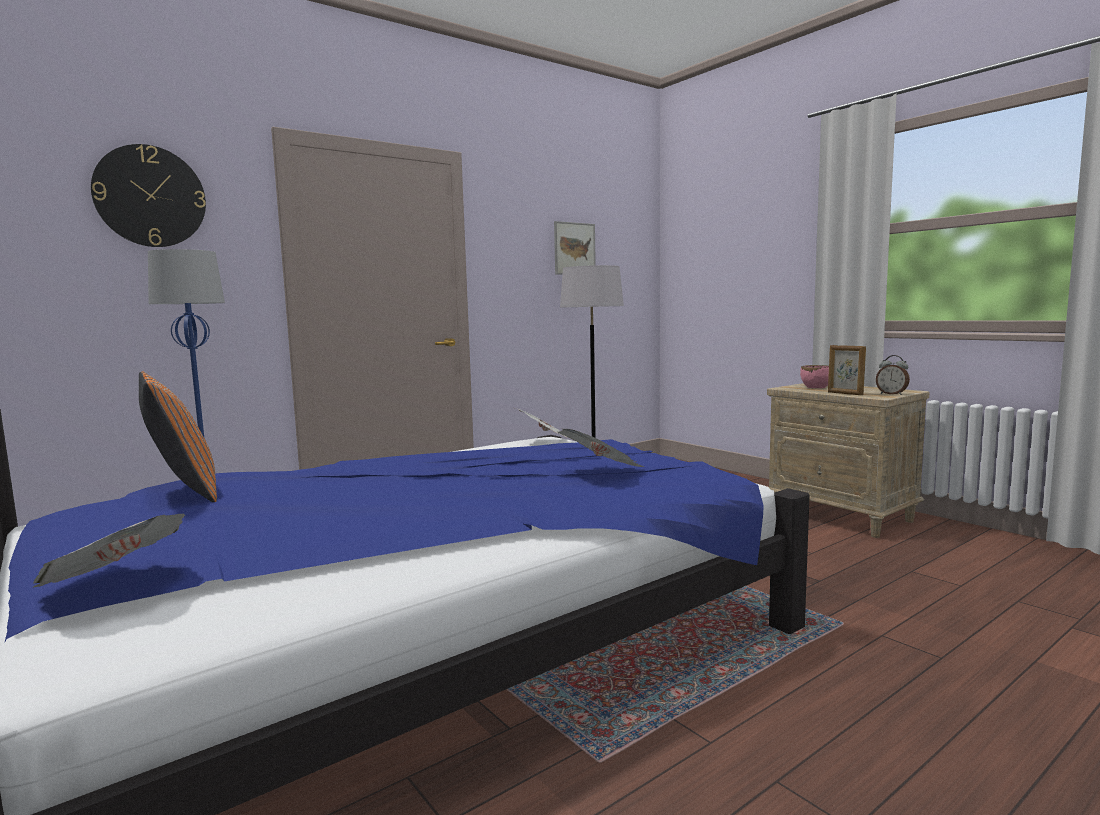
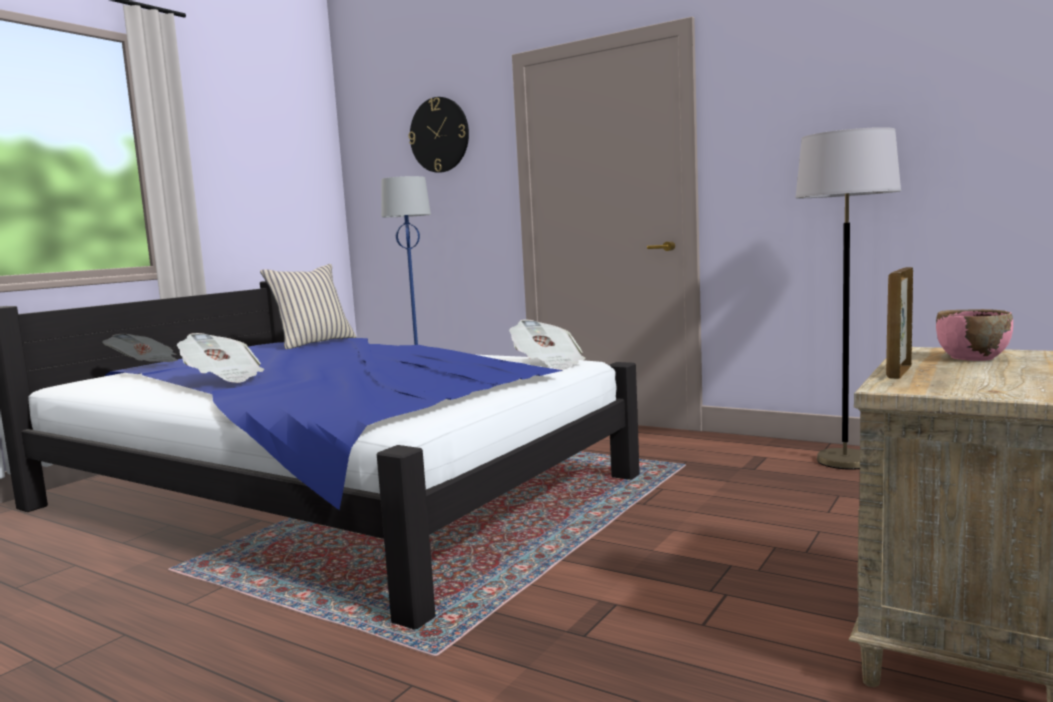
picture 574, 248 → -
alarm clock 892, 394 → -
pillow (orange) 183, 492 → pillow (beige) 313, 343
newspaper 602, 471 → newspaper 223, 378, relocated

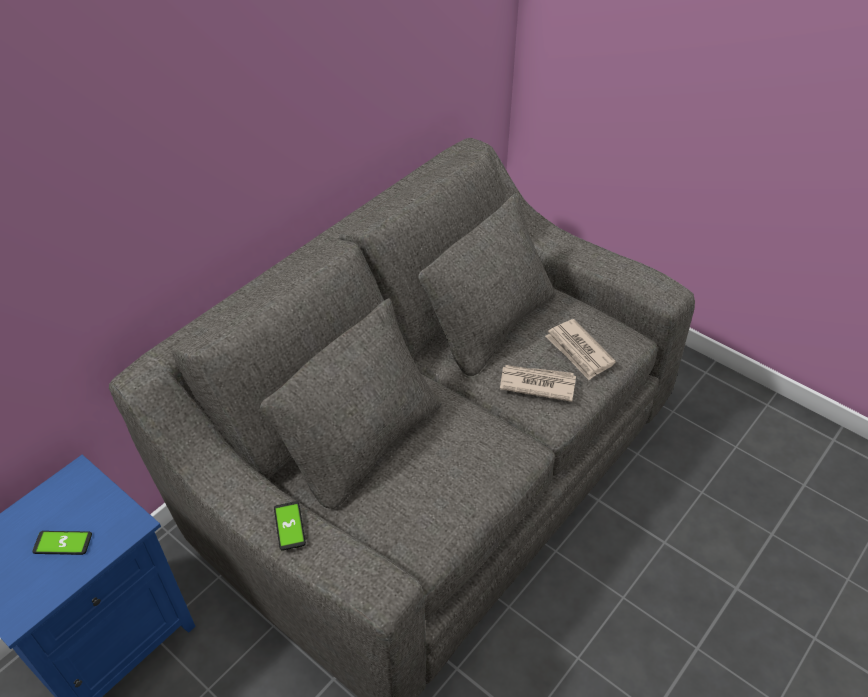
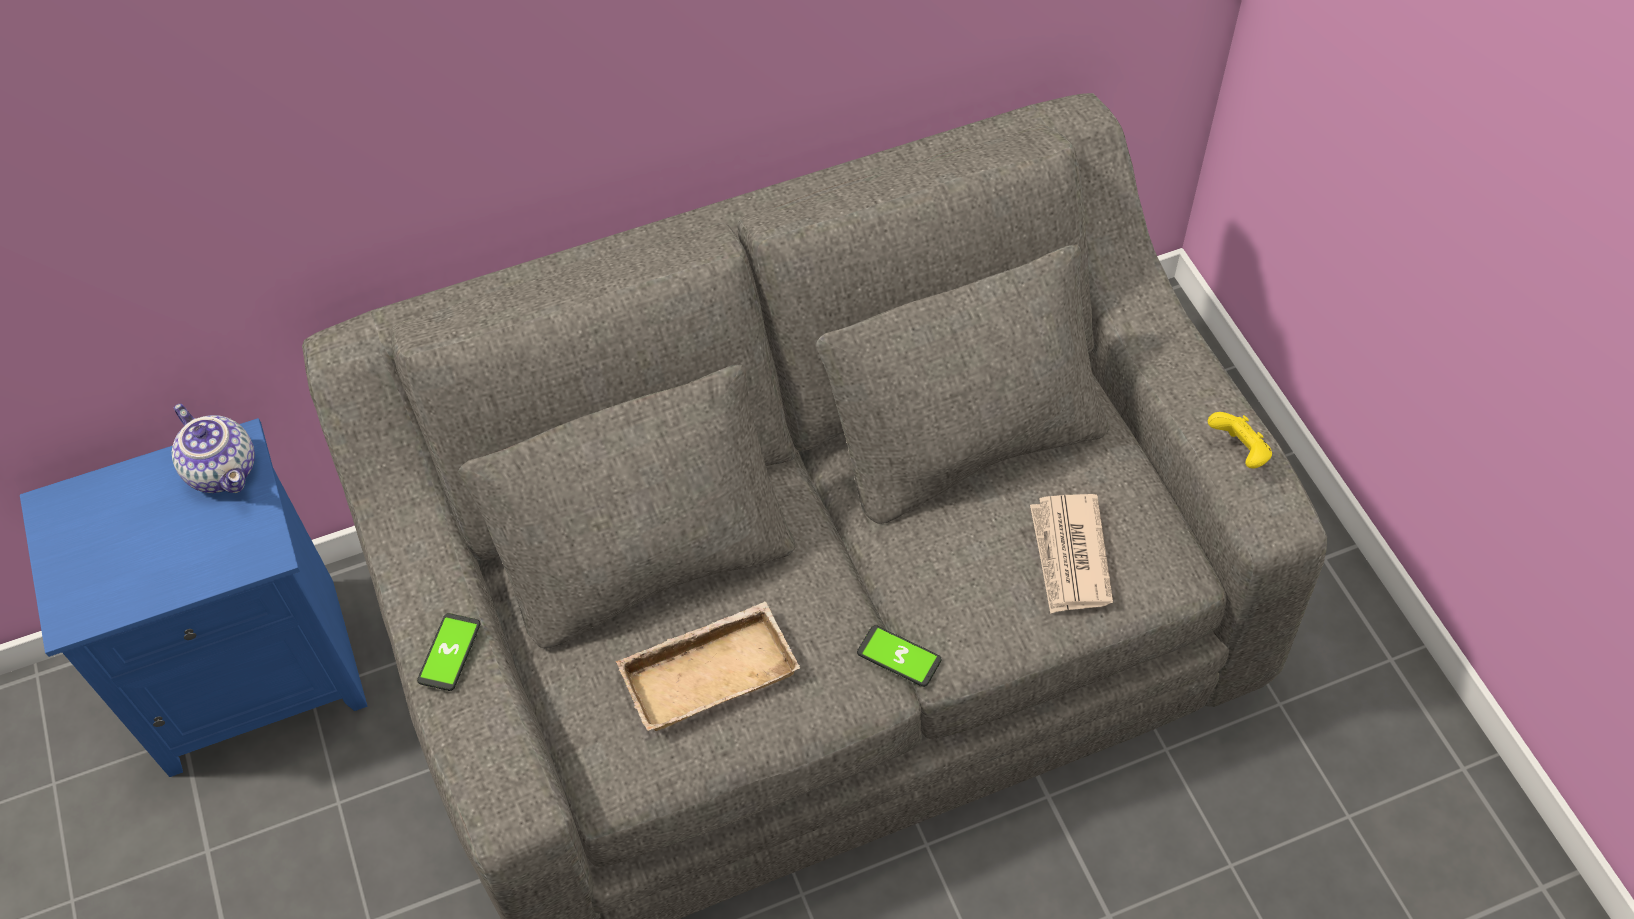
newspaper 536, 384 → -
phone 62, 543 → phone 899, 656, relocated
- → teapot 225, 470
- → game controller (yellow) 1239, 452
- → tray (beige) 710, 670

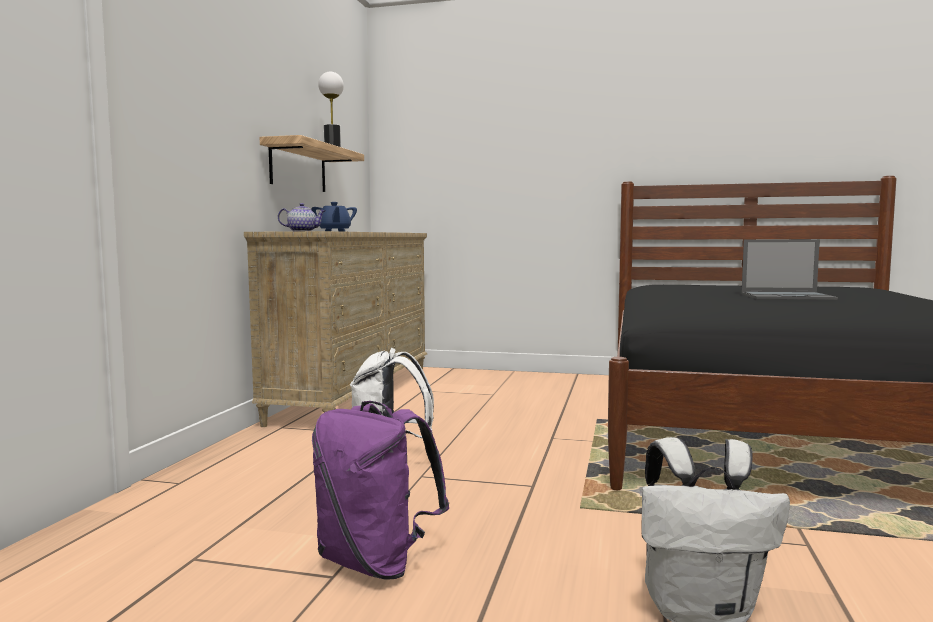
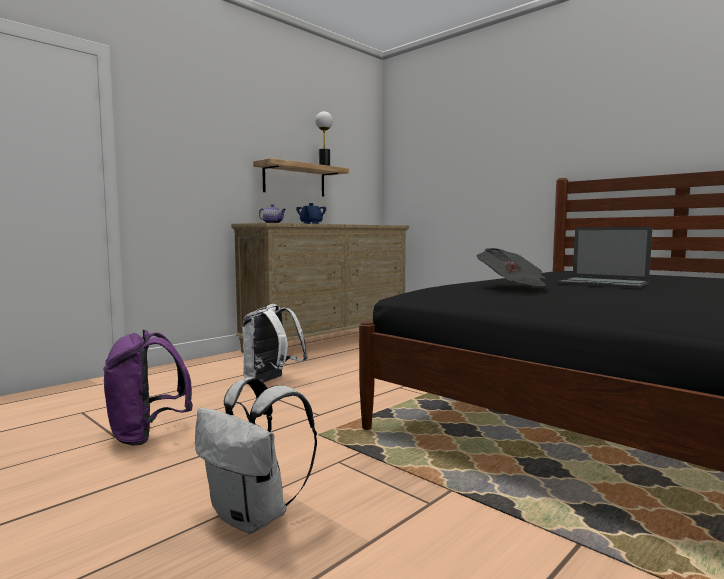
- → newspaper 513, 287

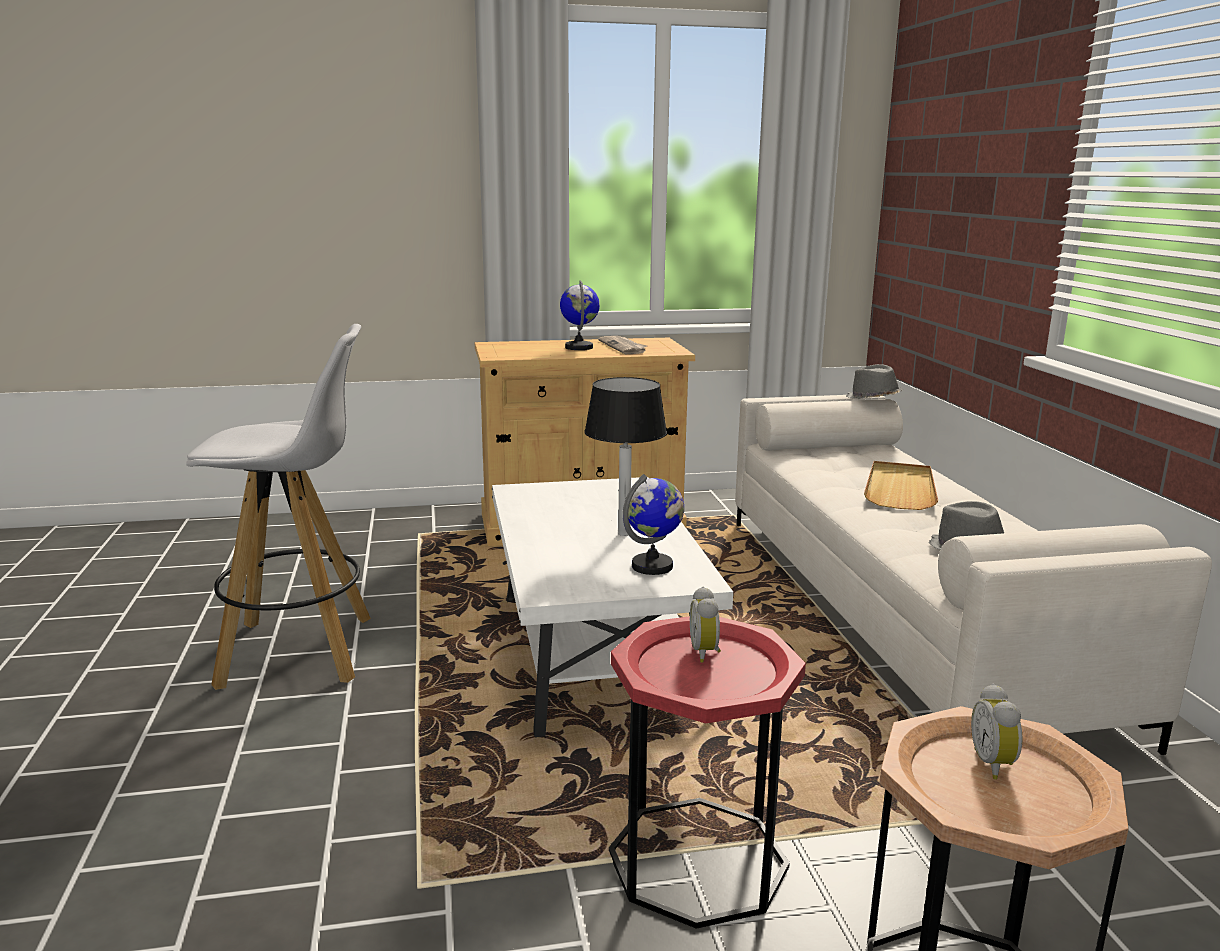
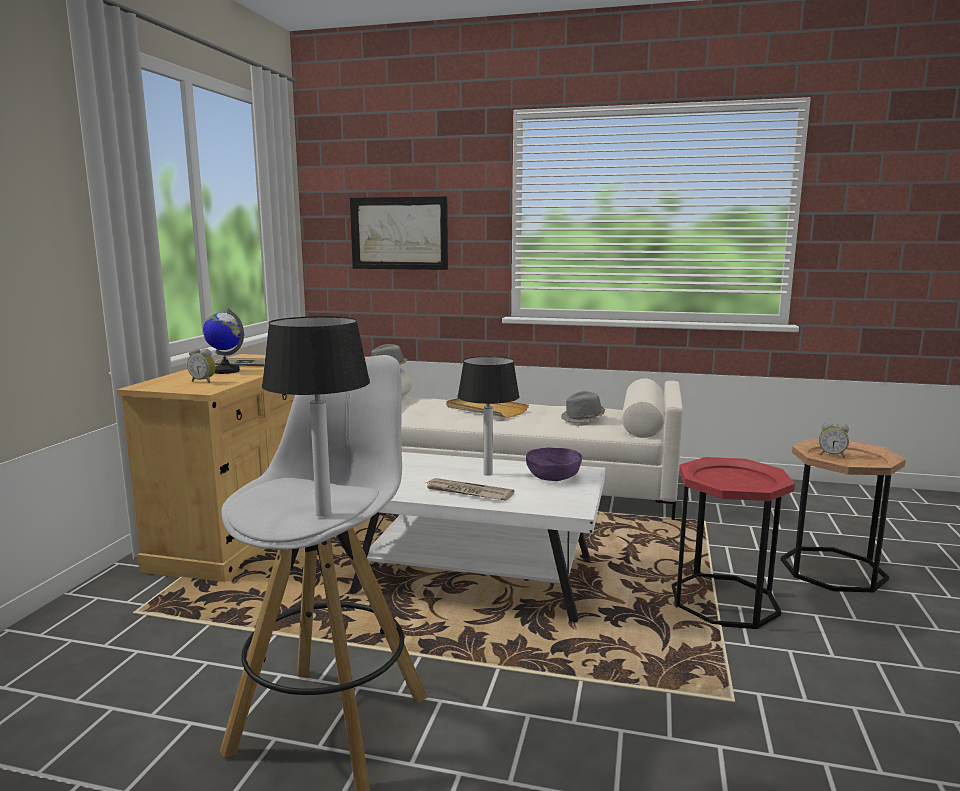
globe 653, 566 → bowl (purple) 553, 477
alarm clock 706, 652 → alarm clock 204, 381, relocated
- → picture 399, 233
- → table lamp 324, 513
- → newspaper 467, 492

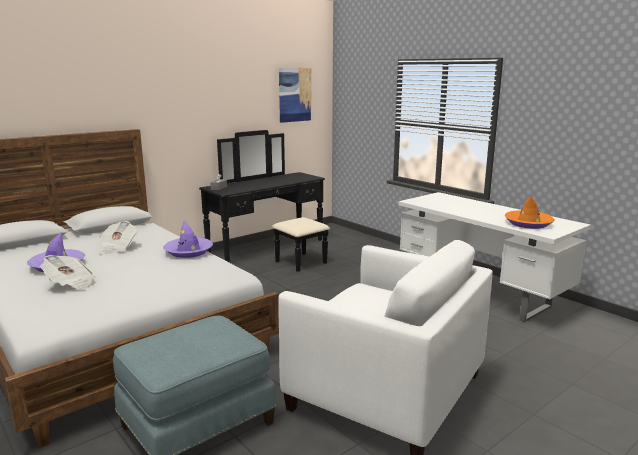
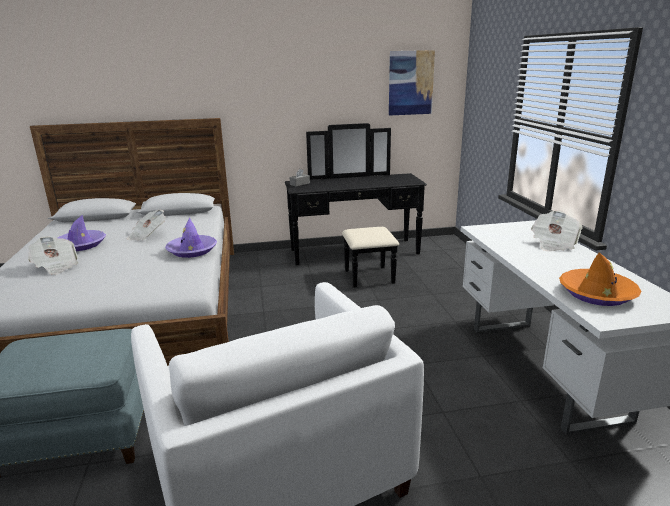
- → newspaper 553, 244

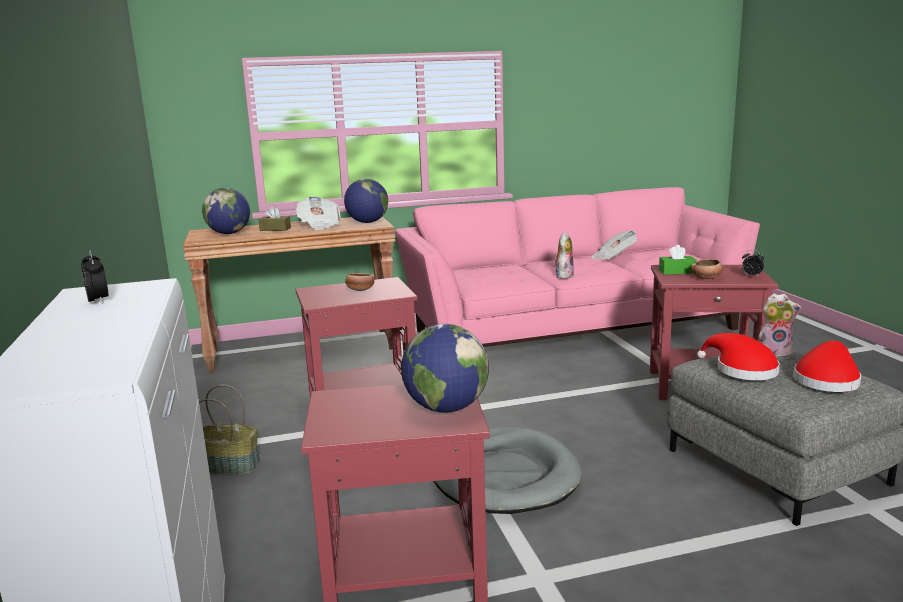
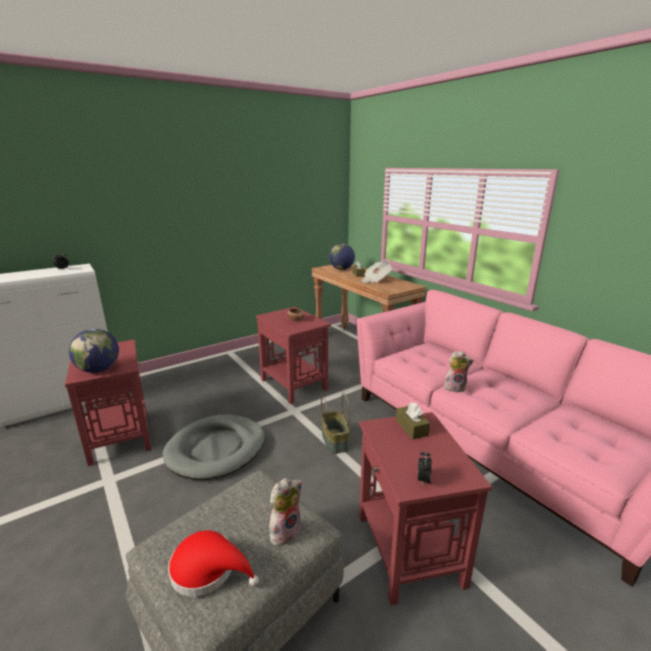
globe 367, 222 → -
newspaper 613, 257 → -
tissue box (green) 677, 272 → tissue box (brown) 411, 427
bowl 707, 278 → -
plush toy 774, 353 → plush toy 285, 531, 120 degrees counterclockwise
hat (red) 741, 370 → -
basket 228, 465 → basket 335, 441, relocated

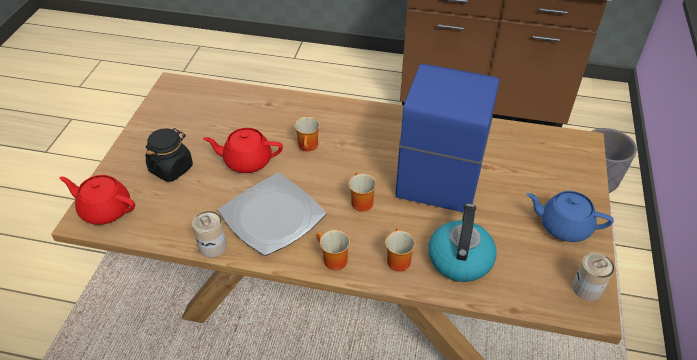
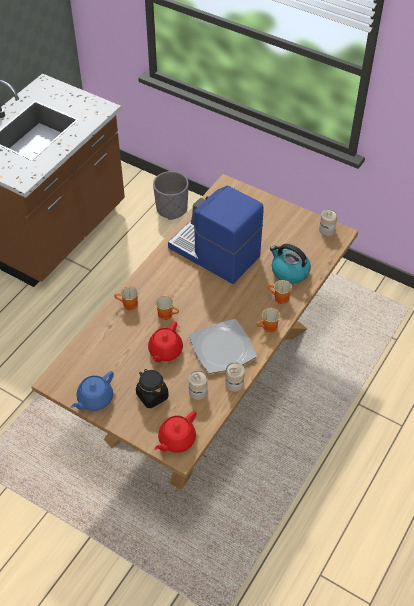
mug 359, 202 → mug 128, 305, relocated
teapot (blue) 563, 226 → teapot (blue) 94, 399, relocated
- → can 198, 392

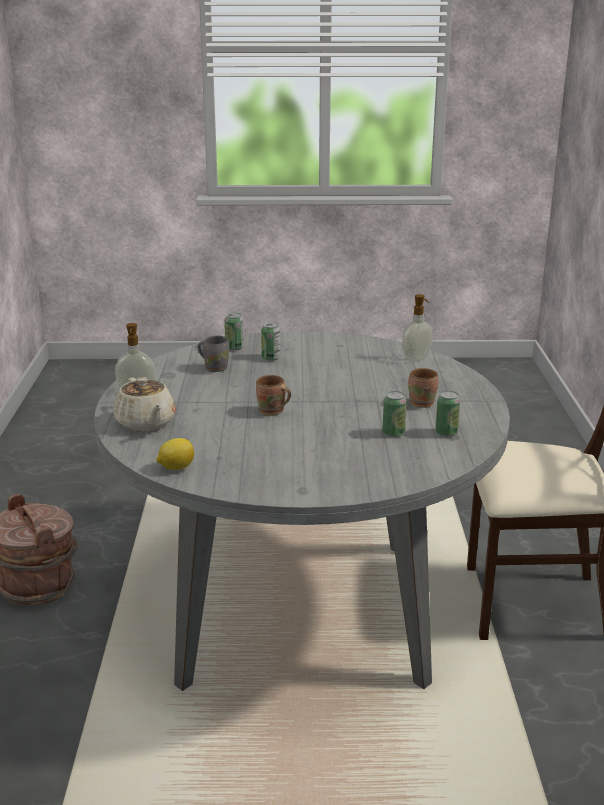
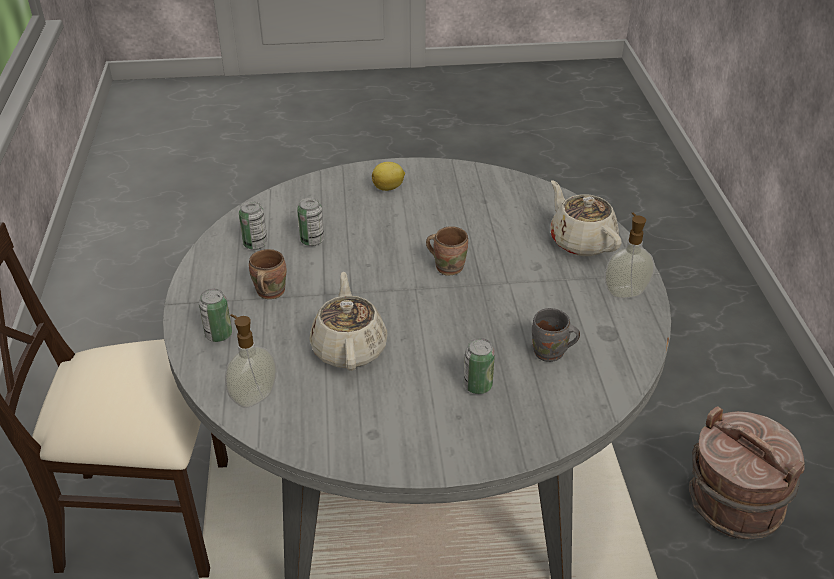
can 234, 347 → can 218, 335, relocated
lemon 176, 468 → lemon 389, 188, relocated
- → teapot (beige) 349, 348

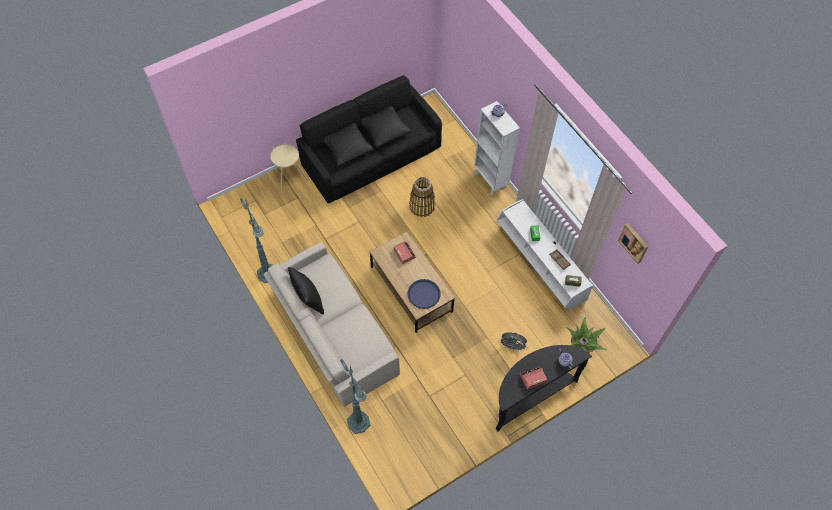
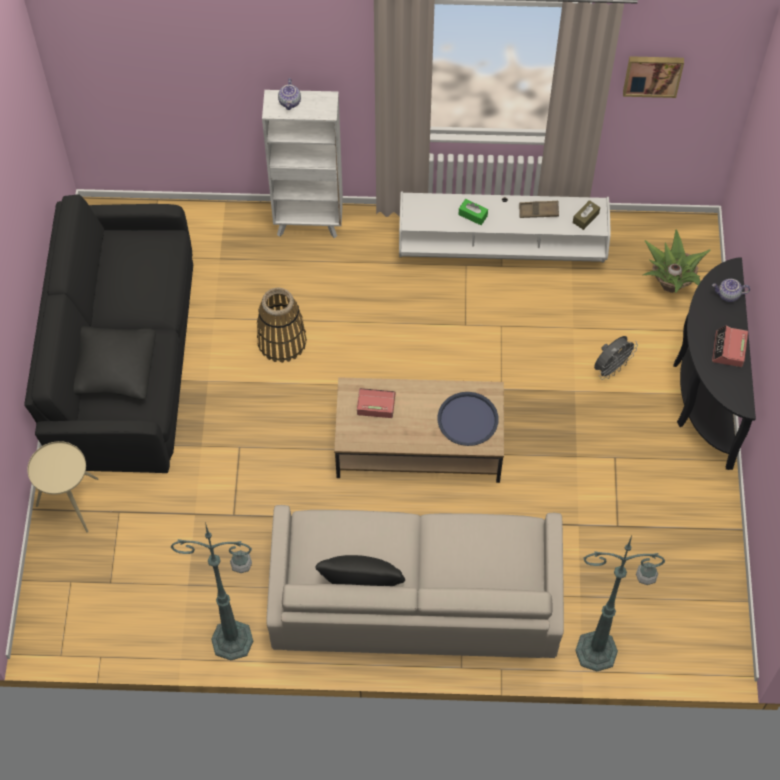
pillow (black) 384, 130 → -

